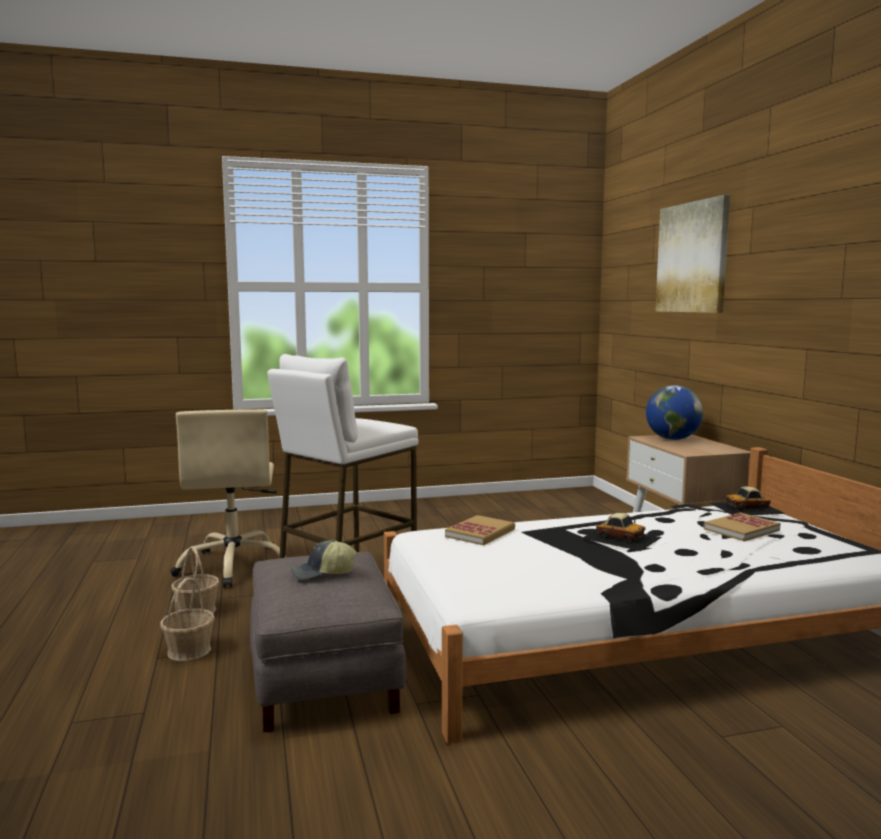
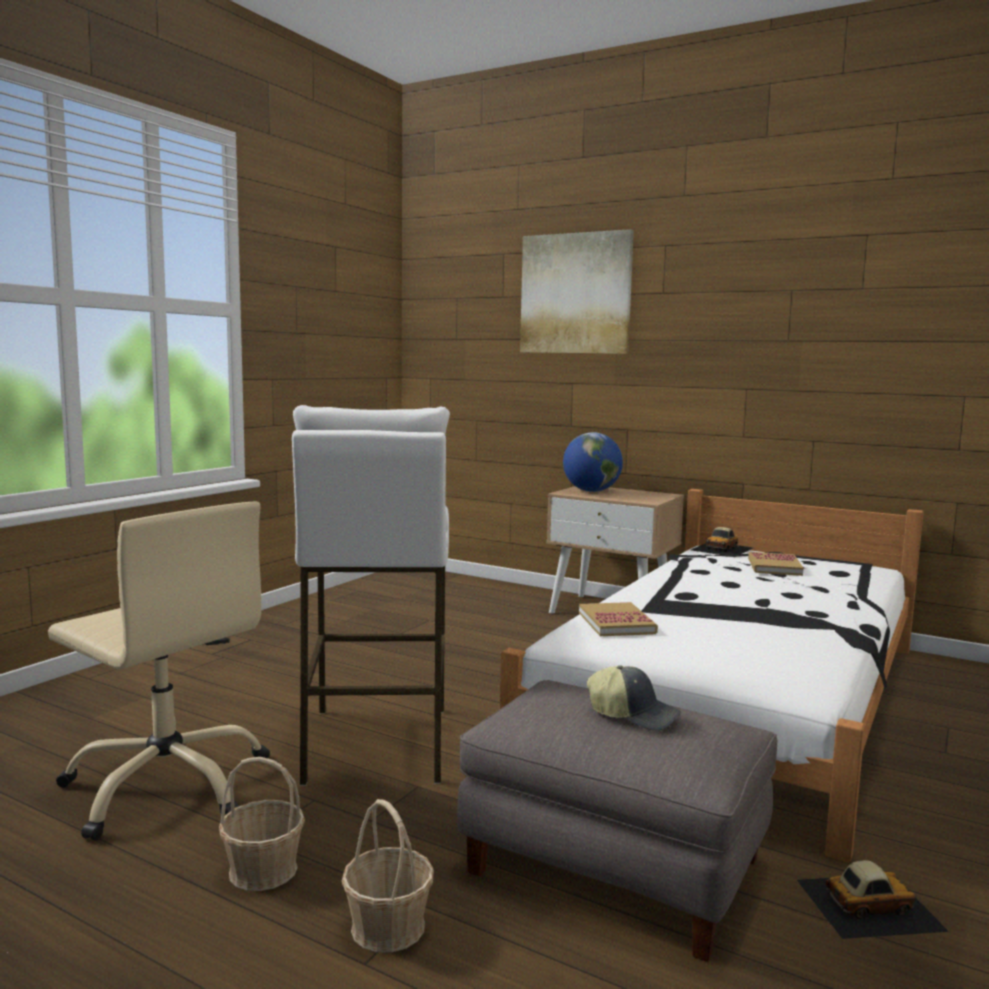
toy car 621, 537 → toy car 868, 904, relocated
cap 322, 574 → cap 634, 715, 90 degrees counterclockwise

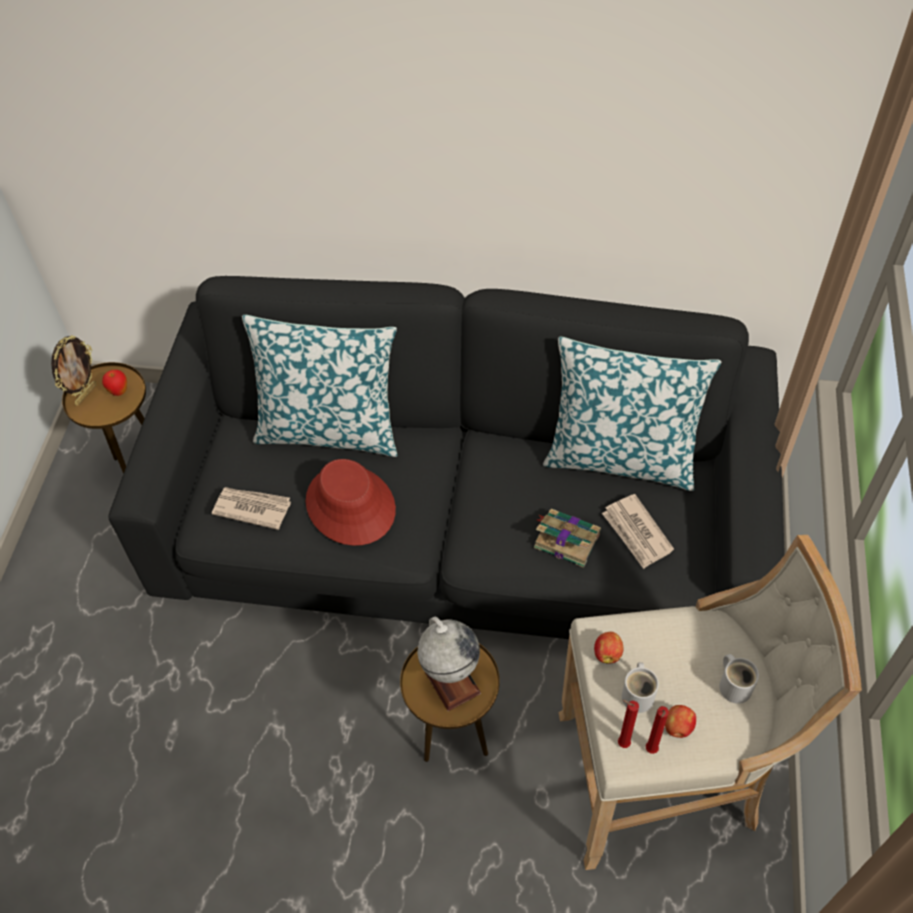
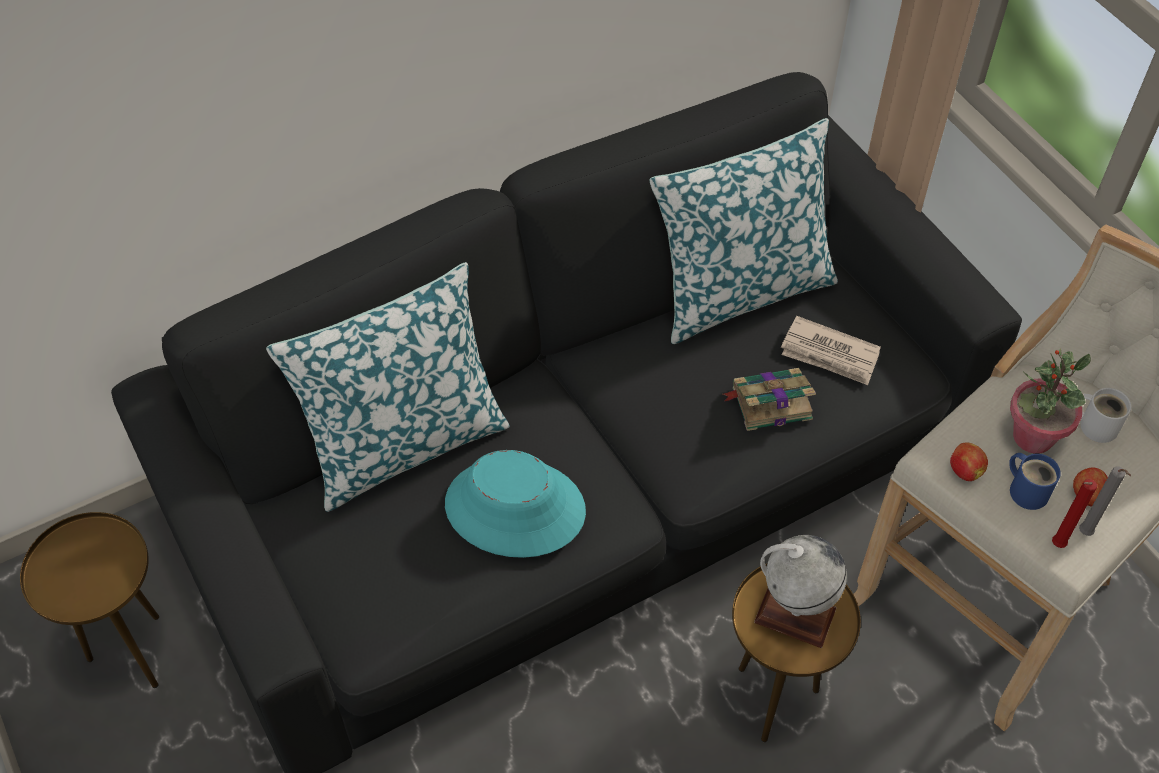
picture frame 85, 394 → -
apple 119, 392 → -
hat (red) 350, 506 → hat (turquoise) 514, 509
newspaper 252, 508 → -
mug (white) 639, 694 → mug (blue) 1027, 489
candle (red) 650, 751 → candle (grey) 1086, 534
- → potted plant 1032, 436

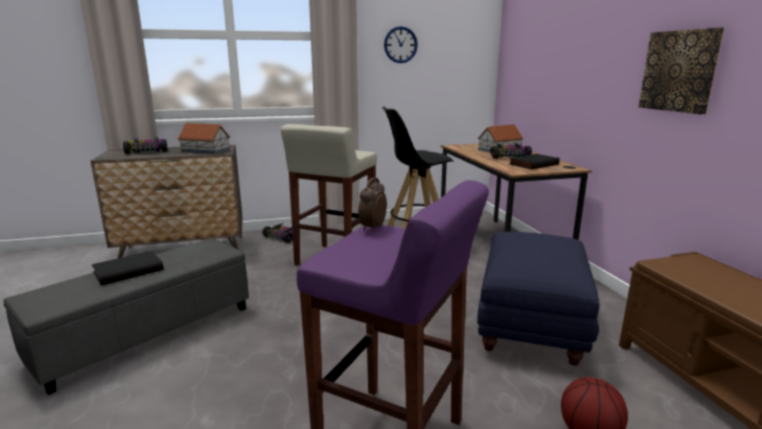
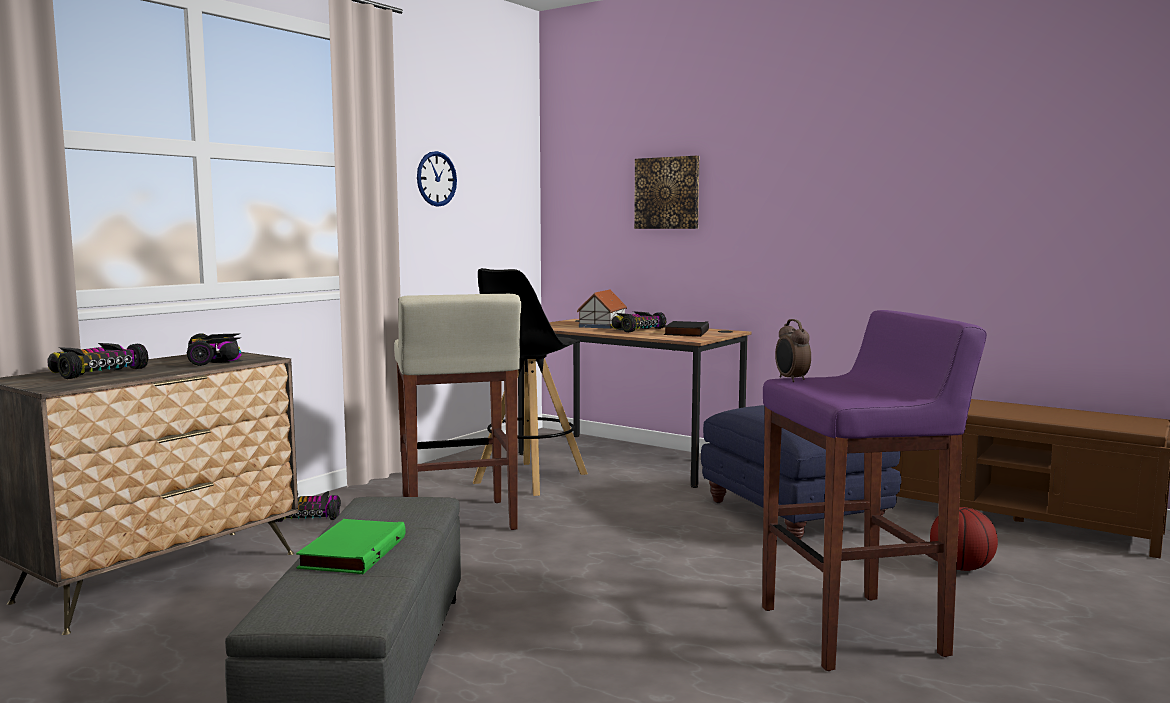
picture 679, 71 → picture 667, 193, relocated
toy house 206, 150 → toy car 215, 360
book (black) 128, 270 → book (green) 351, 552

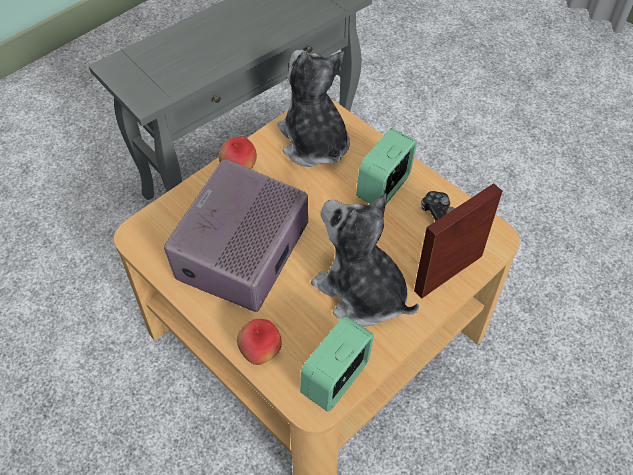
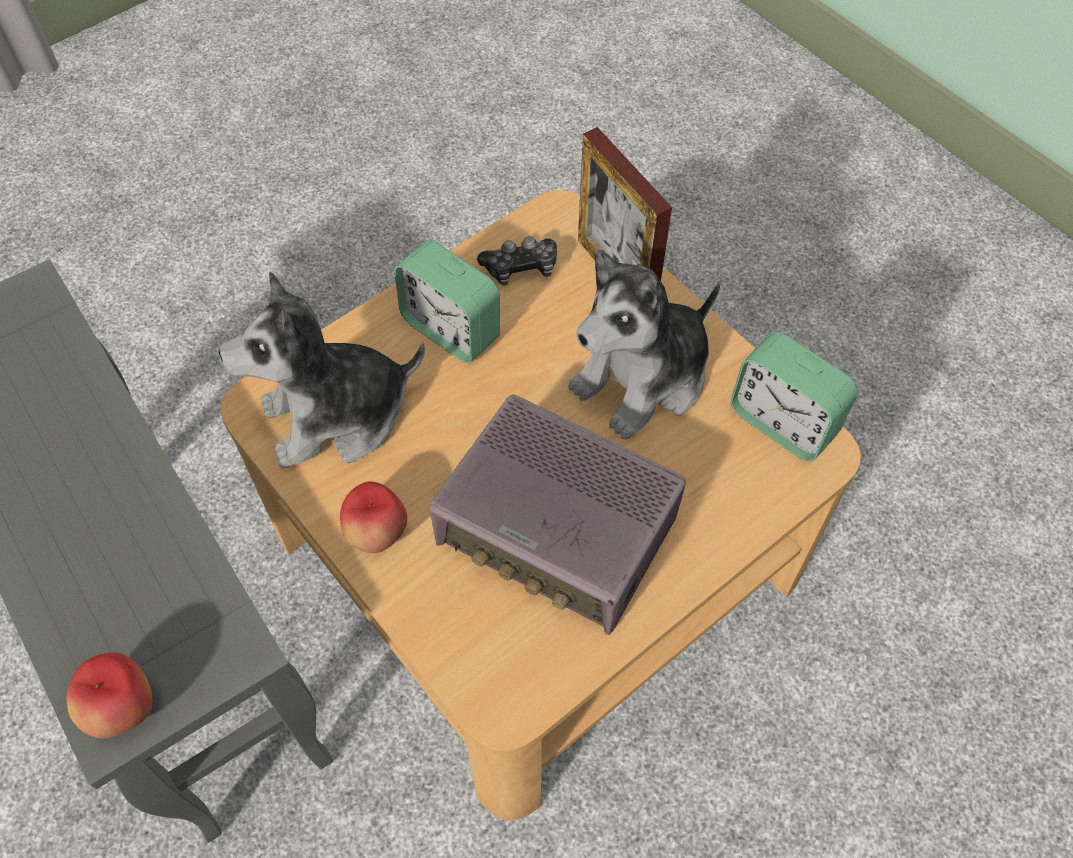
apple 260, 352 → apple 124, 709, relocated

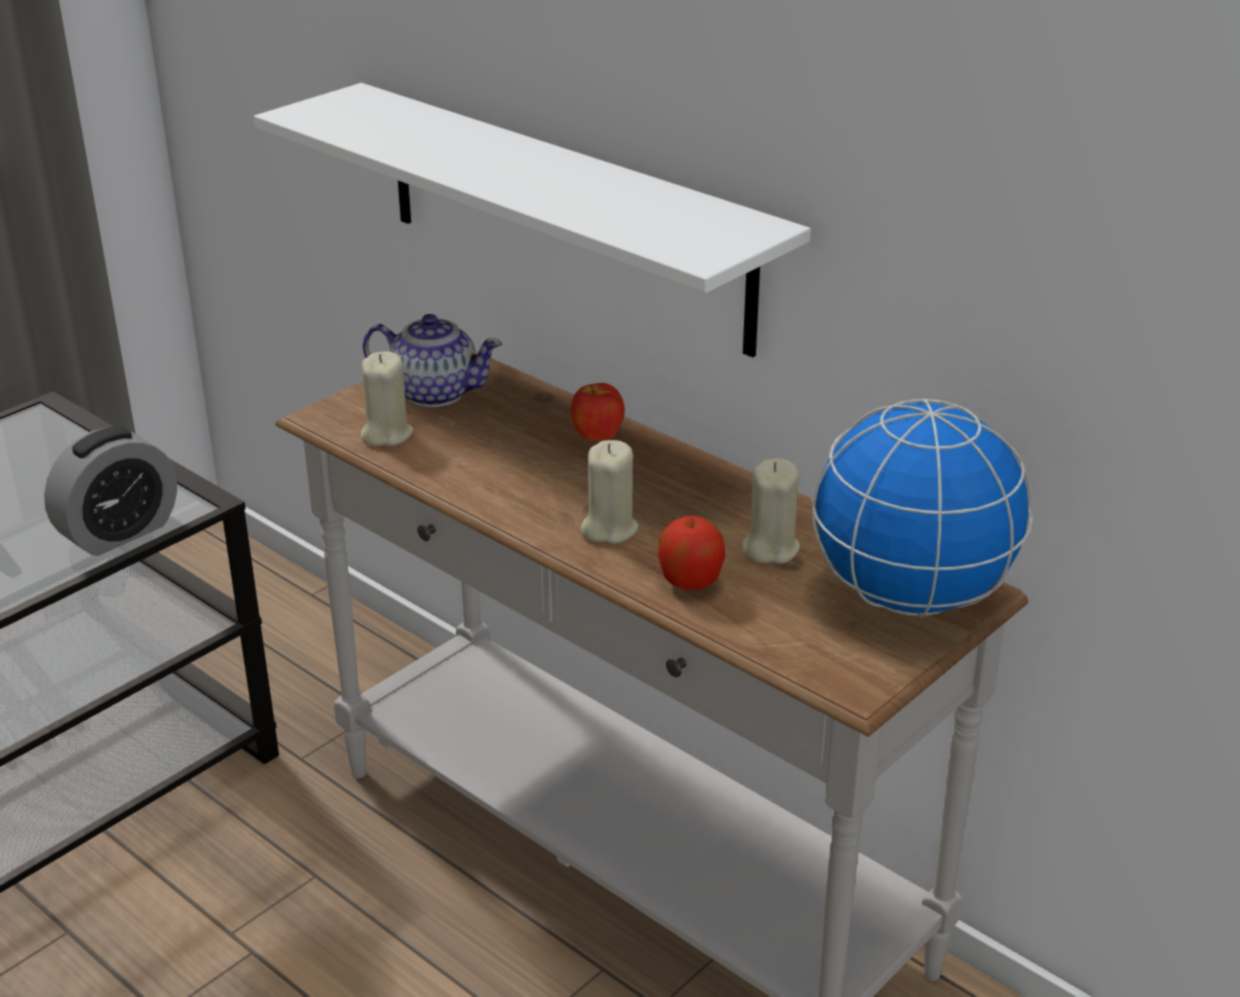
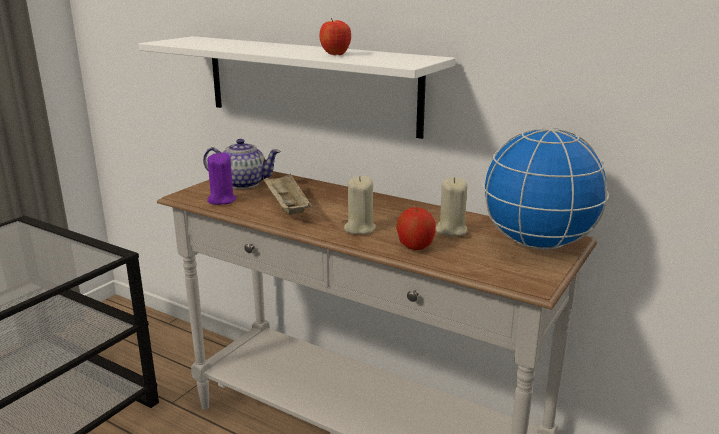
candle (beige) 386, 434 → candle (purple) 221, 200
apple 597, 438 → apple 335, 55, relocated
alarm clock 119, 533 → -
- → tray (beige) 286, 207

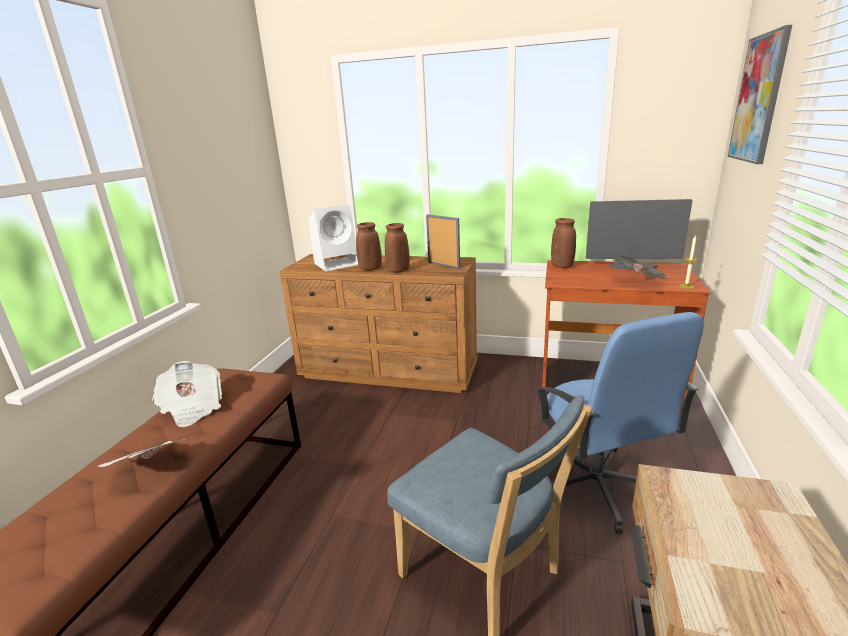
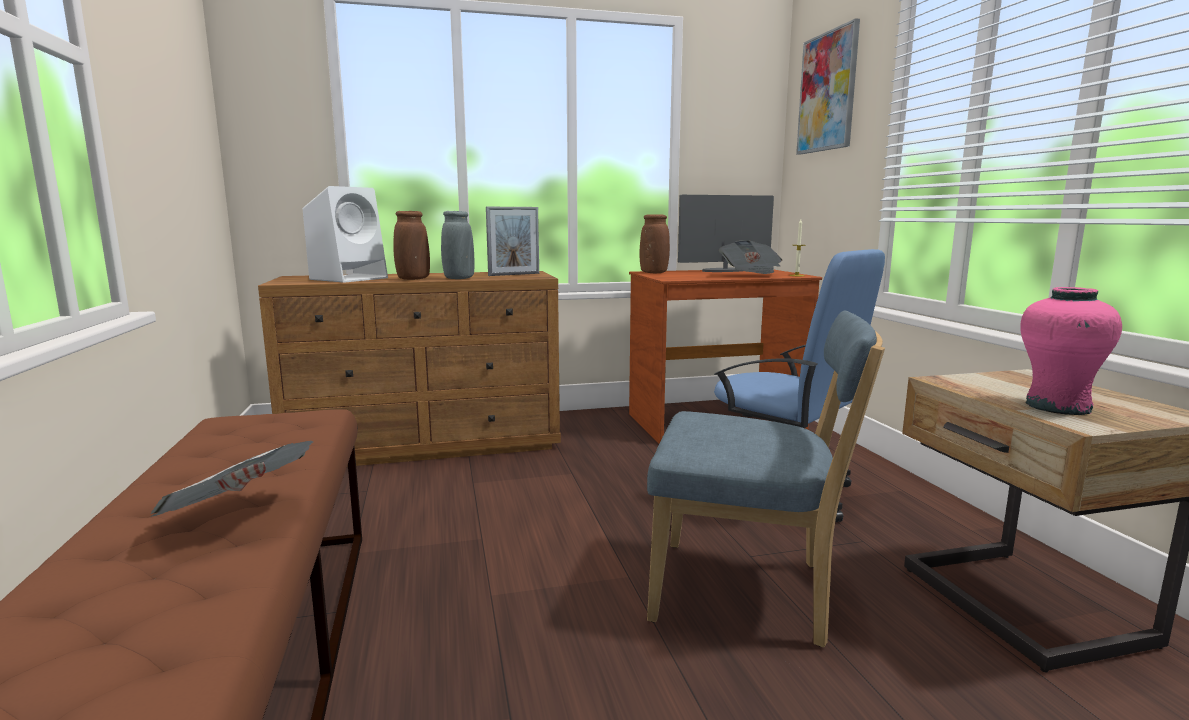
picture frame 444, 265 → picture frame 514, 274, 135 degrees clockwise
vase (brown) 398, 270 → vase (grey) 459, 278
newspaper 192, 408 → -
- → vase (pink) 1057, 407

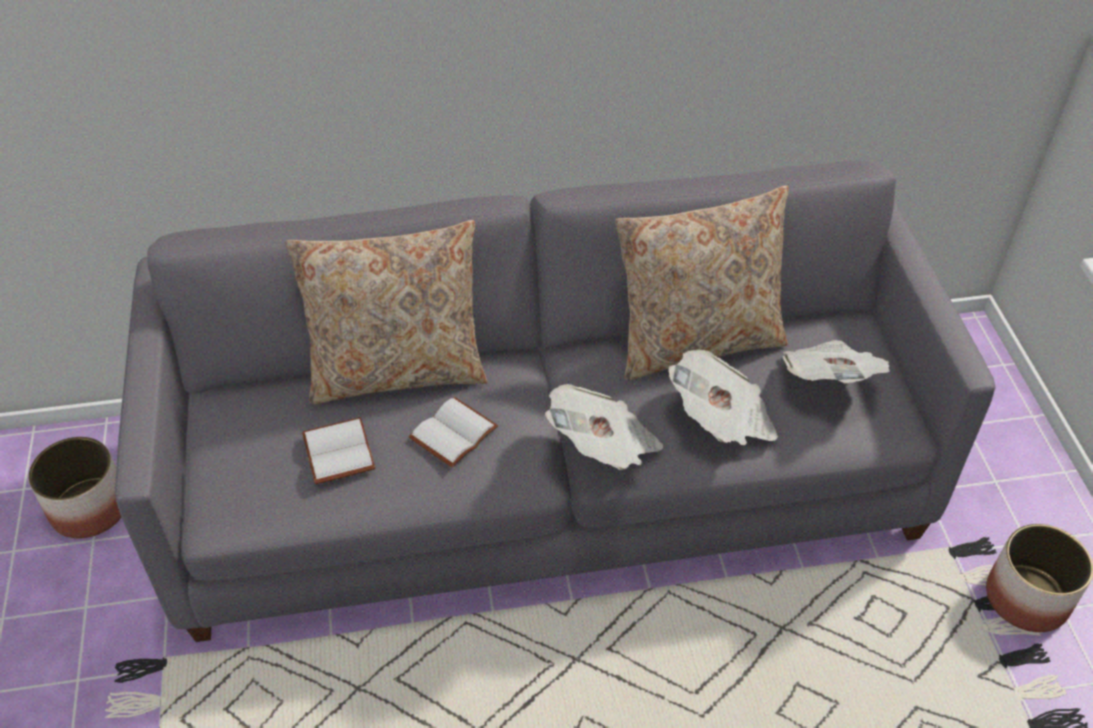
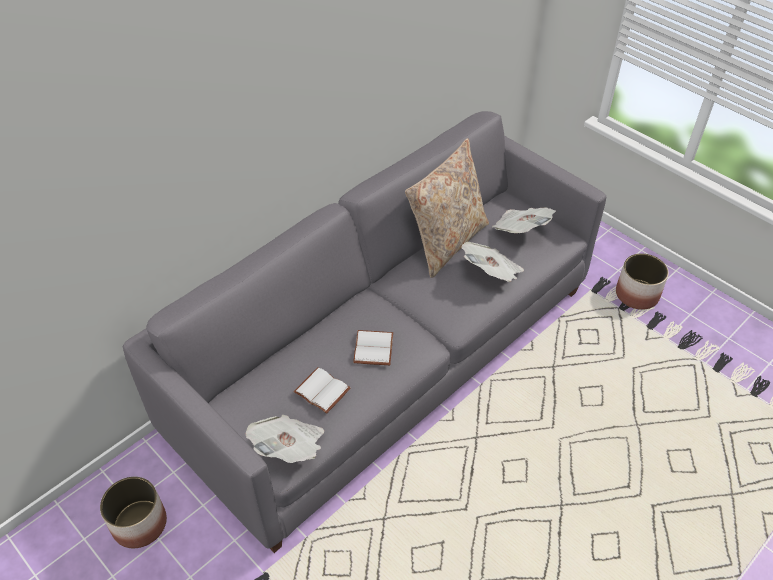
pillow (beige) 397, 371 → -
newspaper 603, 446 → newspaper 289, 448, relocated

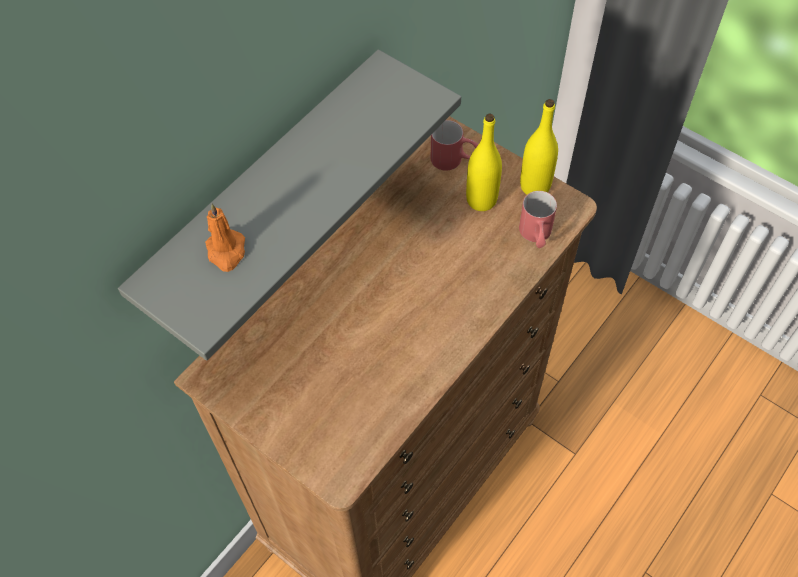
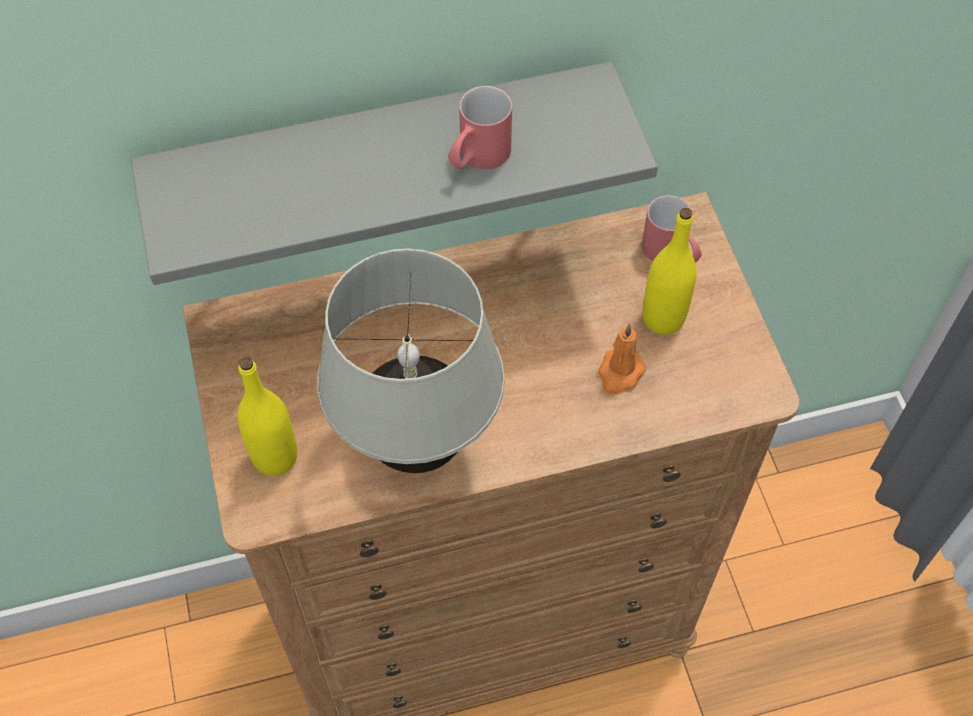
bottle (yellow) 535, 186 → bottle (yellow) 275, 457, relocated
mug (red) 536, 236 → mug (red) 477, 159, relocated
candle (orange) 226, 251 → candle (orange) 620, 373, relocated
- → table lamp (white) 418, 445

